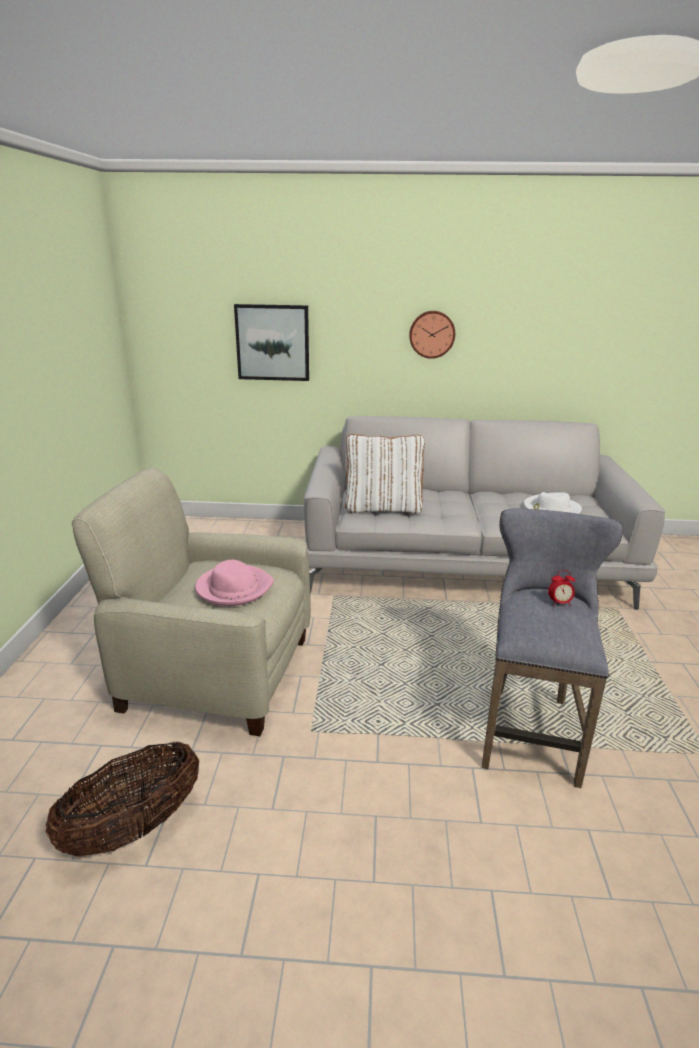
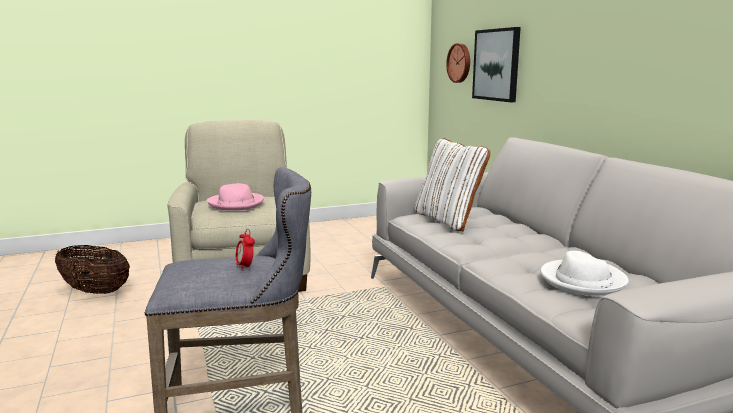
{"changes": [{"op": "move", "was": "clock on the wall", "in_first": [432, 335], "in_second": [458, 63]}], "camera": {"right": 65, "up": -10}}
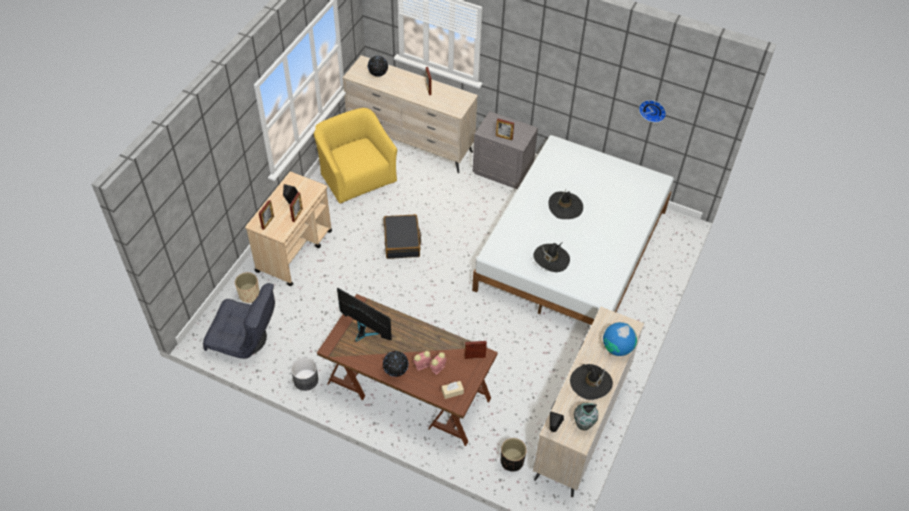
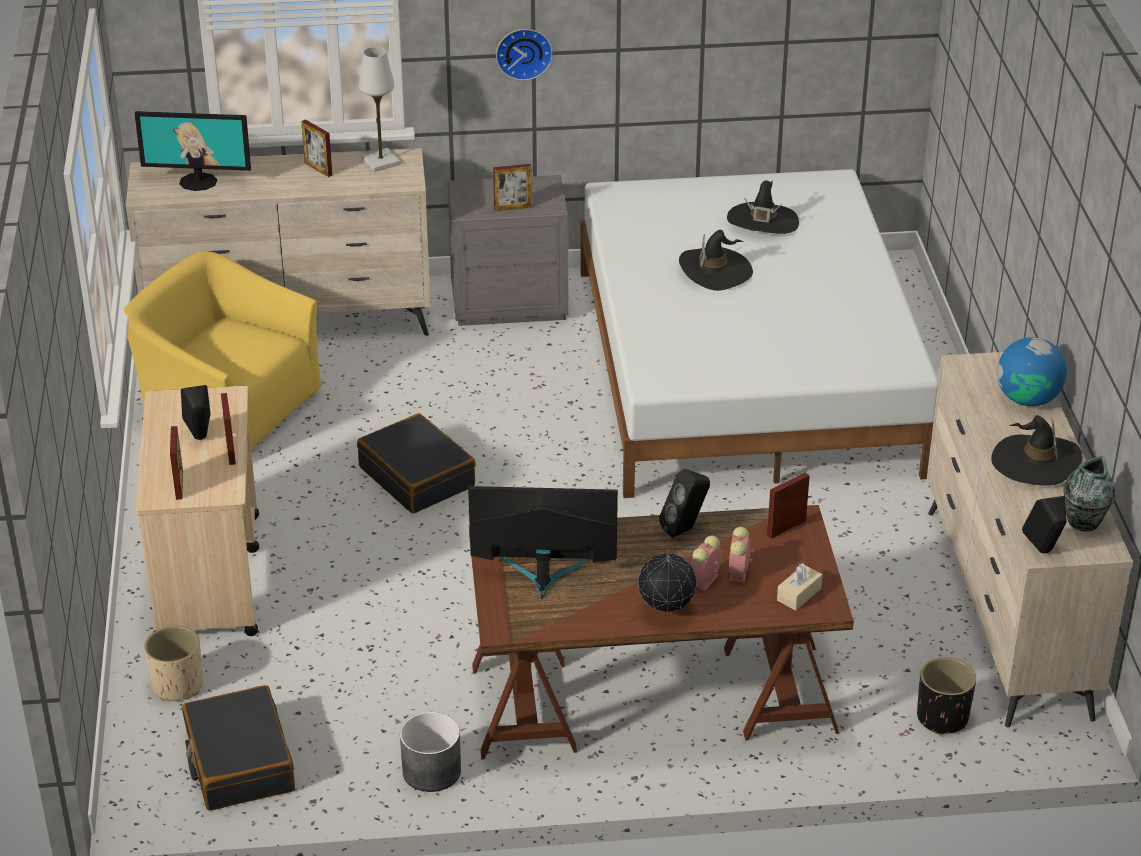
{"changes": [{"op": "replace", "was": "desk globe", "now": "monitor", "in_first": [378, 66], "in_second": [193, 151]}, {"op": "move", "was": "clock on the wall", "in_first": [652, 111], "in_second": [524, 55]}, {"op": "move", "was": "blackish clothing hat", "in_first": [551, 257], "in_second": [763, 207]}, {"op": "replace", "was": "greyish lounge chair", "now": "blackish suitcase", "in_first": [239, 321], "in_second": [238, 748]}, {"op": "insert", "now": "whitish tabletop lamp", "in_second": [380, 109]}, {"op": "insert", "now": "blackish audio speaker", "in_second": [684, 503]}], "camera": {"right": -30, "up": -15}}
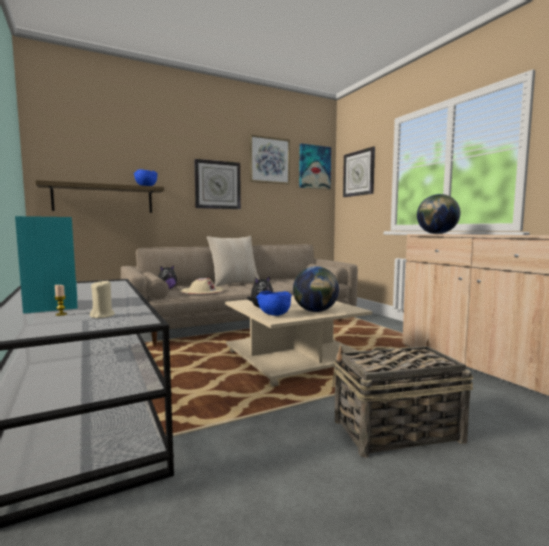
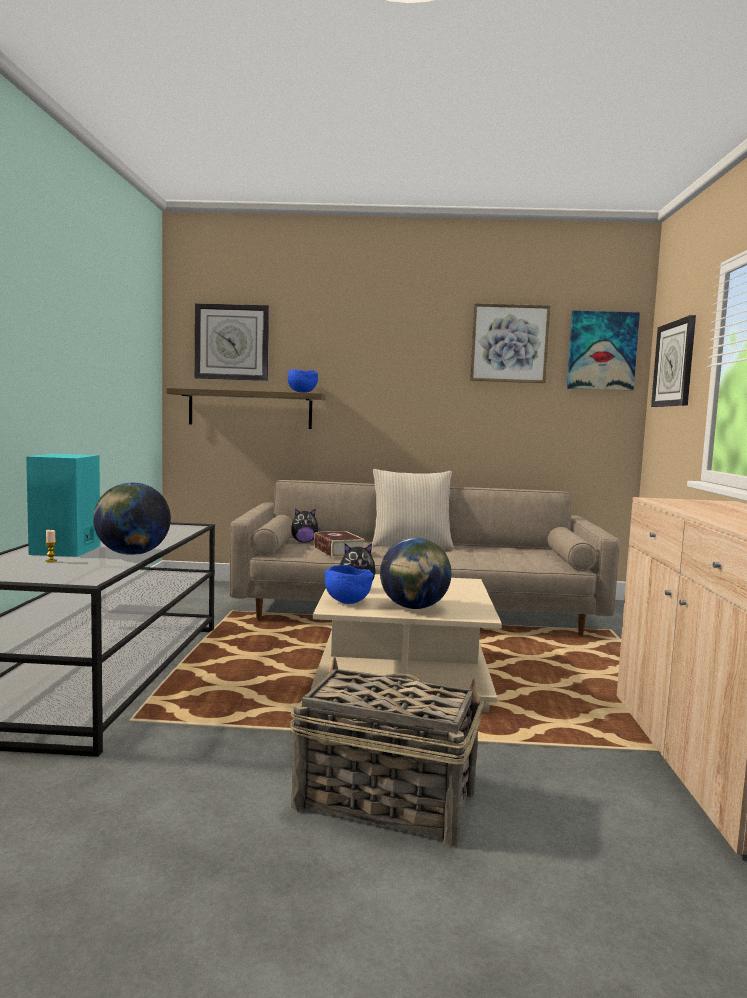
{"changes": [{"op": "move", "was": "clock on the wall", "in_first": [217, 184], "in_second": [232, 342]}, {"op": "move", "was": "desk globe", "in_first": [438, 214], "in_second": [132, 518]}, {"op": "replace", "was": "beige clothing hat", "now": "bound book", "in_first": [202, 286], "in_second": [339, 544]}, {"op": "delete", "was": "beige candle", "in_first": [102, 299]}], "camera": {"right": 30, "up": 0}}
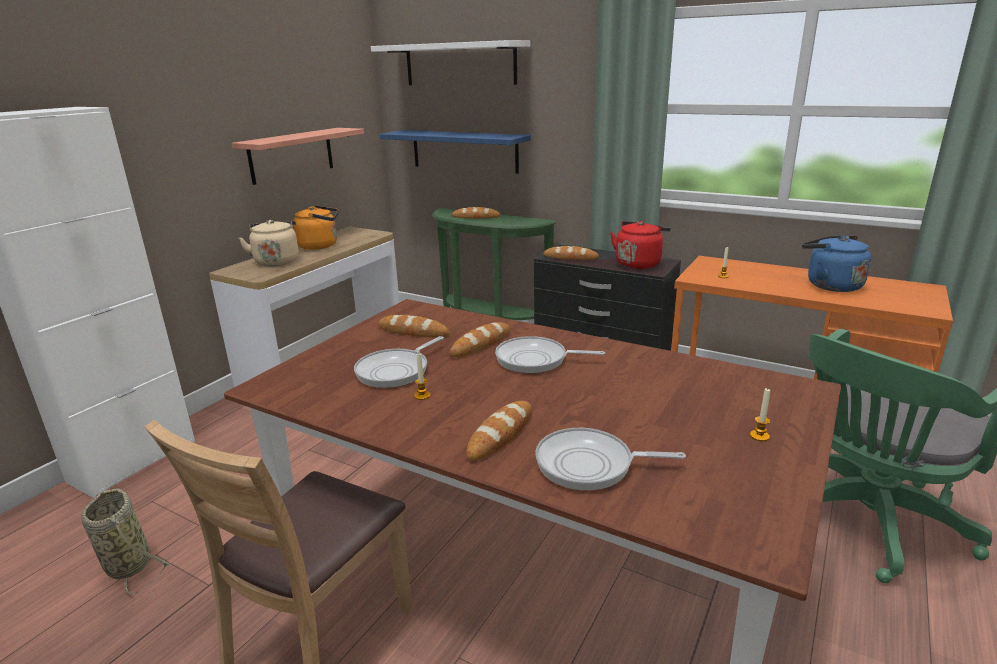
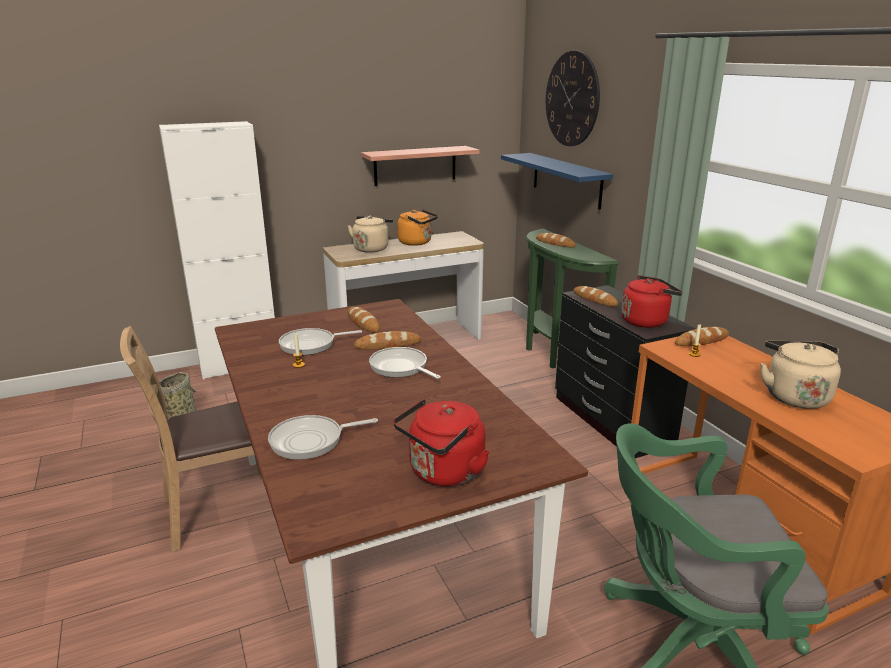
{"changes": [{"op": "replace", "was": "whitish wall shelf", "now": "clock on the wall", "in_first": [450, 62], "in_second": [573, 98]}, {"op": "recolor", "was": "bluish tea kettle", "now": "beige tea kettle", "in_first": [836, 264], "in_second": [800, 375]}, {"op": "replace", "was": "candle", "now": "red-coloured tea kettle", "in_first": [760, 414], "in_second": [441, 442]}, {"op": "move", "was": "bread", "in_first": [499, 430], "in_second": [702, 336]}, {"op": "rotate", "was": "pan", "in_first": [610, 459], "in_second": [323, 437], "clockwise": -60}], "camera": {"right": 35, "up": 0}}
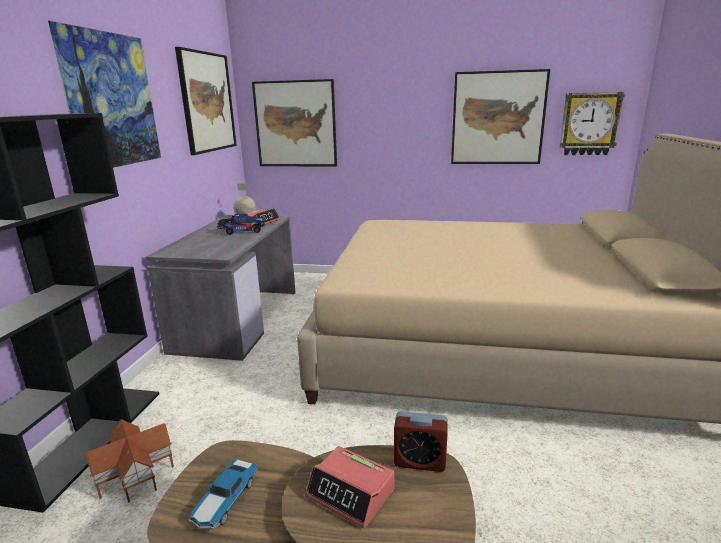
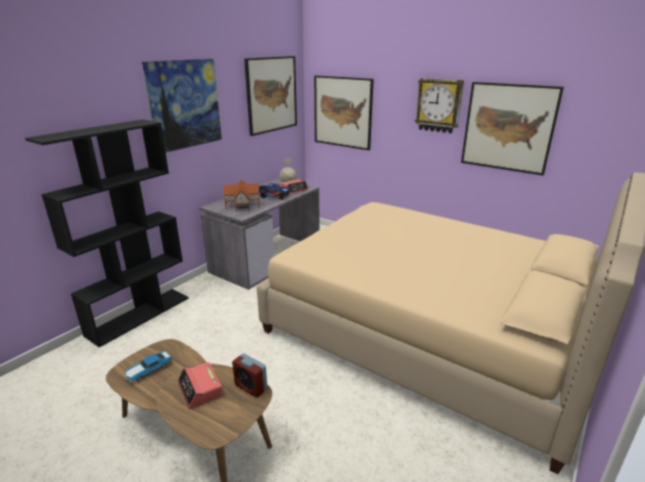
{"changes": [{"op": "move", "was": "clock on the wall", "in_first": [592, 123], "in_second": [439, 105]}, {"op": "move", "was": "miniature house", "in_first": [129, 461], "in_second": [241, 196]}], "camera": {"right": 25, "up": 5}}
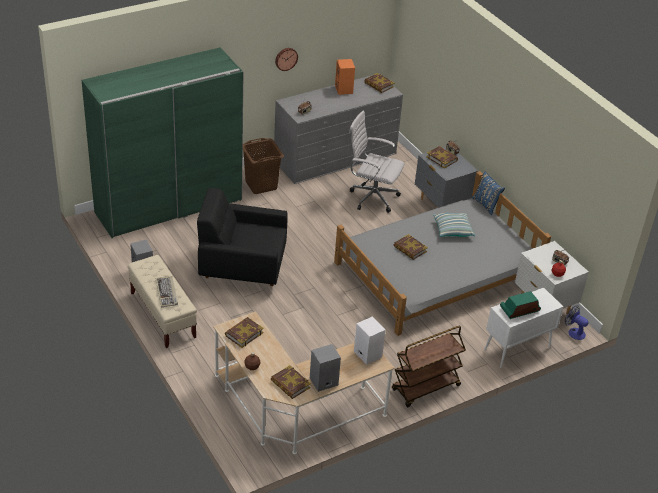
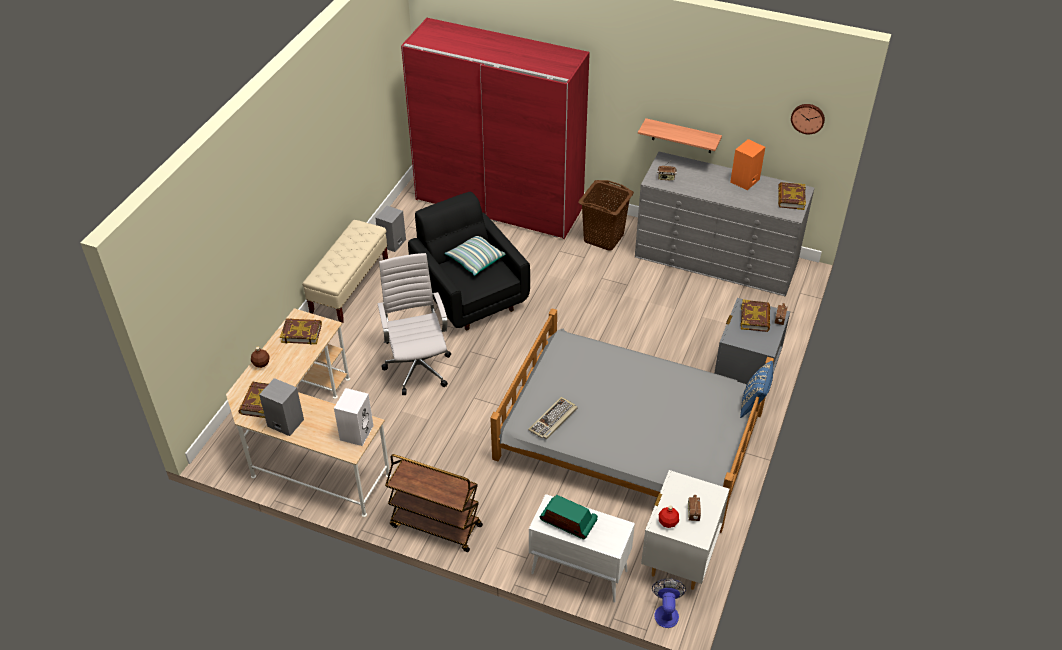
{"changes": [{"op": "recolor", "was": "green-coloured wardrobe", "now": "red-coloured wardrobe", "in_first": [162, 142], "in_second": [495, 128]}, {"op": "move", "was": "clock on the wall", "in_first": [286, 59], "in_second": [808, 119]}, {"op": "move", "was": "whitish computer chair", "in_first": [376, 162], "in_second": [414, 324]}, {"op": "move", "was": "cushion", "in_first": [454, 225], "in_second": [475, 256]}, {"op": "delete", "was": "bound book", "in_first": [411, 247]}, {"op": "move", "was": "computer keyboard", "in_first": [167, 291], "in_second": [552, 418]}, {"op": "insert", "now": "wall shelf", "in_second": [680, 135]}], "camera": {"right": 55, "up": 5}}
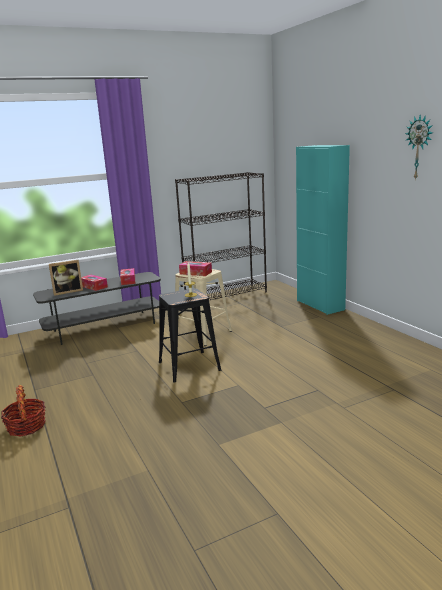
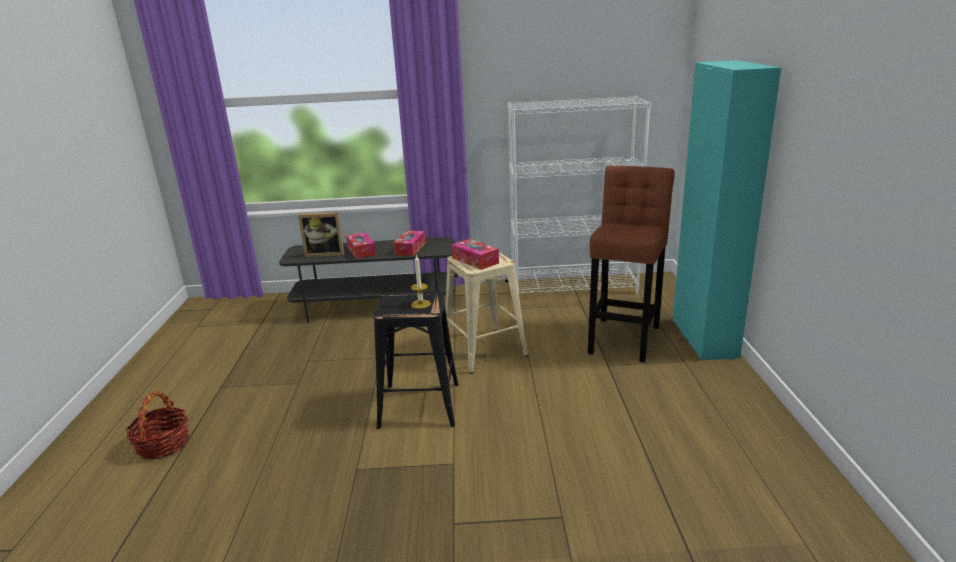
{"changes": [{"op": "delete", "was": "clock on the wall", "in_first": [419, 147]}, {"op": "recolor", "was": "blackish bookshelf", "now": "whitish bookshelf", "in_first": [221, 236], "in_second": [579, 194]}, {"op": "insert", "now": "brownish stool seat", "in_second": [631, 264]}], "camera": {"right": 25, "up": 5}}
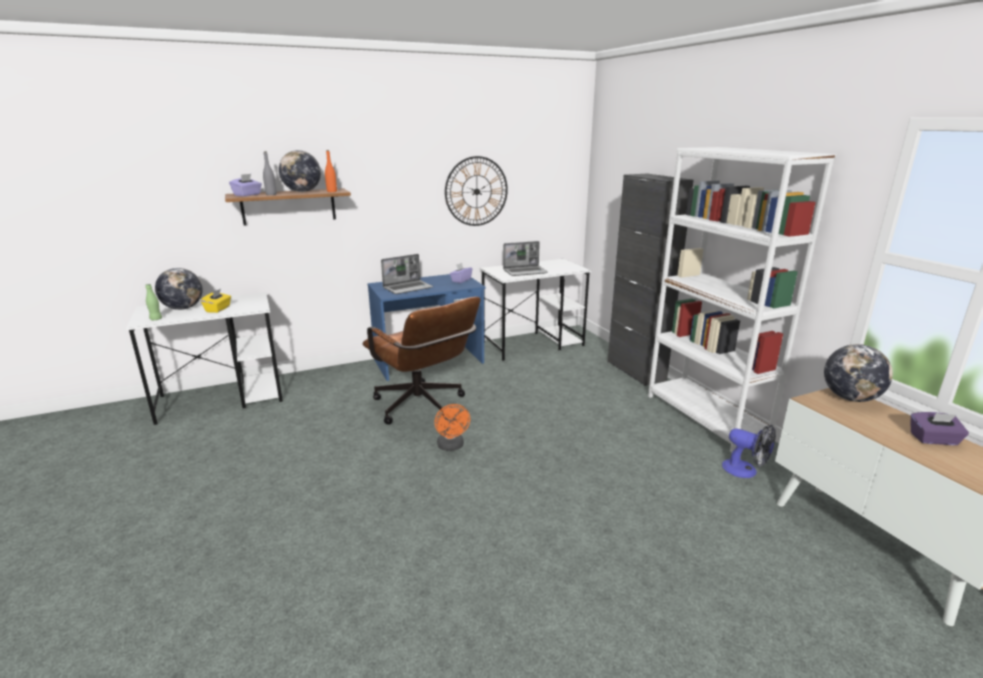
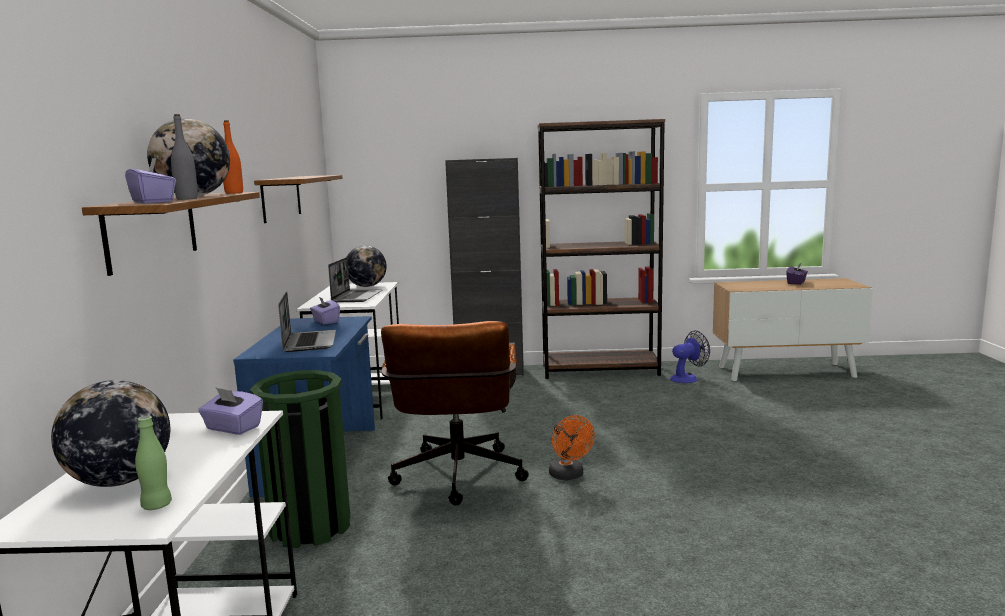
{"changes": [{"op": "recolor", "was": "whitish bookshelf", "now": "brownish bookshelf", "in_first": [742, 299], "in_second": [601, 249]}, {"op": "replace", "was": "clock on the wall", "now": "wall shelf", "in_first": [476, 191], "in_second": [298, 199]}, {"op": "delete", "was": "yellowish tissue box", "in_first": [216, 301]}, {"op": "rotate", "was": "brownish computer chair", "in_first": [421, 361], "in_second": [455, 413], "clockwise": 105}, {"op": "move", "was": "desk globe", "in_first": [858, 373], "in_second": [367, 266]}, {"op": "rotate", "was": "orangey cooling fan", "in_first": [452, 427], "in_second": [572, 447], "clockwise": 60}, {"op": "insert", "now": "green-coloured rubbish bin", "in_second": [300, 459]}, {"op": "insert", "now": "purple tissue box", "in_second": [230, 411]}], "camera": {"right": -65, "up": -10}}
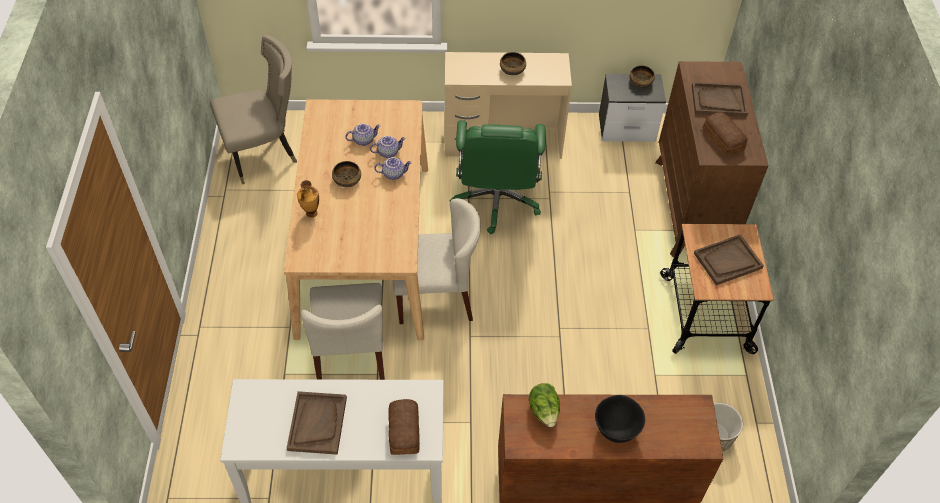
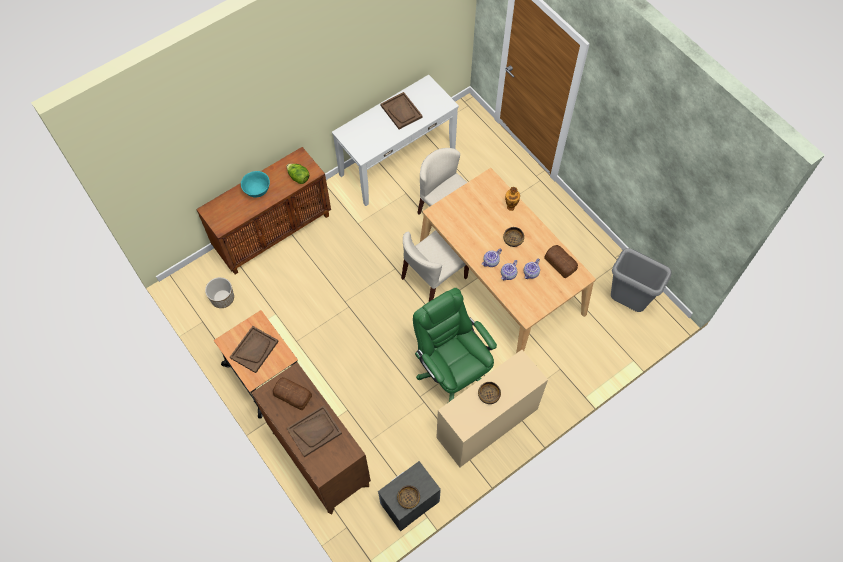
{"changes": [{"op": "replace", "was": "beige plain chair", "now": "greyish rubbish bin", "in_first": [253, 109], "in_second": [641, 280]}, {"op": "recolor", "was": "blackish bowl", "now": "turquoise-coloured bowl", "in_first": [620, 419], "in_second": [255, 184]}, {"op": "move", "was": "bread", "in_first": [404, 427], "in_second": [561, 261]}], "camera": {"right": 145, "up": 10}}
